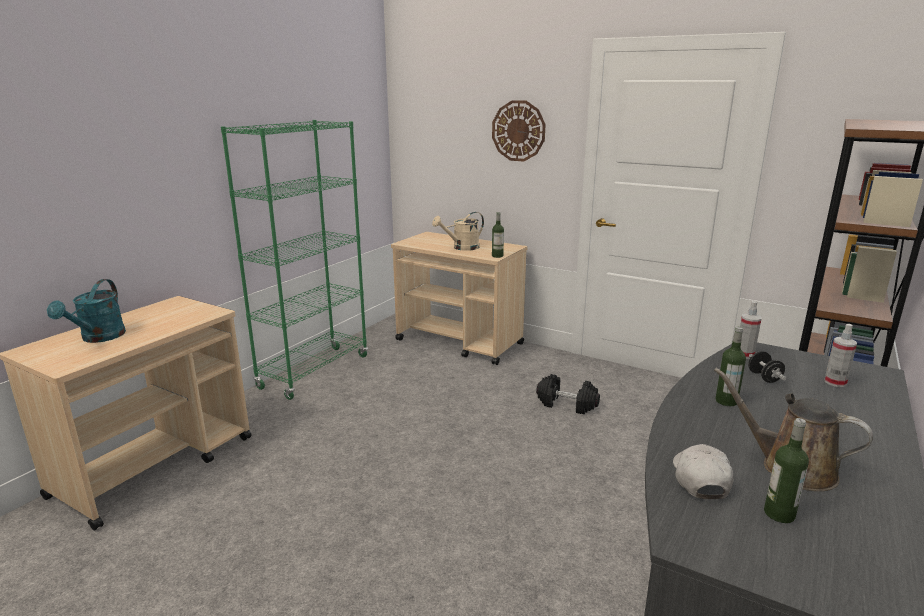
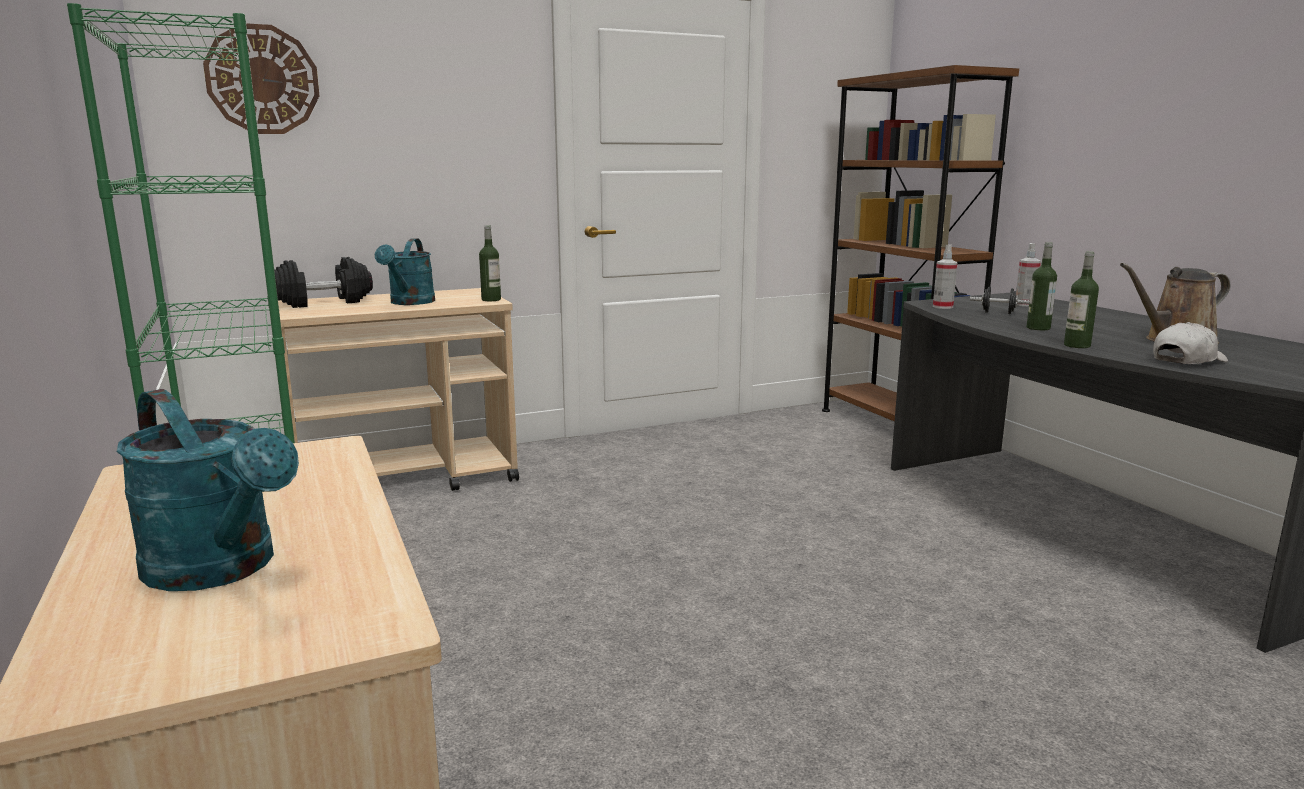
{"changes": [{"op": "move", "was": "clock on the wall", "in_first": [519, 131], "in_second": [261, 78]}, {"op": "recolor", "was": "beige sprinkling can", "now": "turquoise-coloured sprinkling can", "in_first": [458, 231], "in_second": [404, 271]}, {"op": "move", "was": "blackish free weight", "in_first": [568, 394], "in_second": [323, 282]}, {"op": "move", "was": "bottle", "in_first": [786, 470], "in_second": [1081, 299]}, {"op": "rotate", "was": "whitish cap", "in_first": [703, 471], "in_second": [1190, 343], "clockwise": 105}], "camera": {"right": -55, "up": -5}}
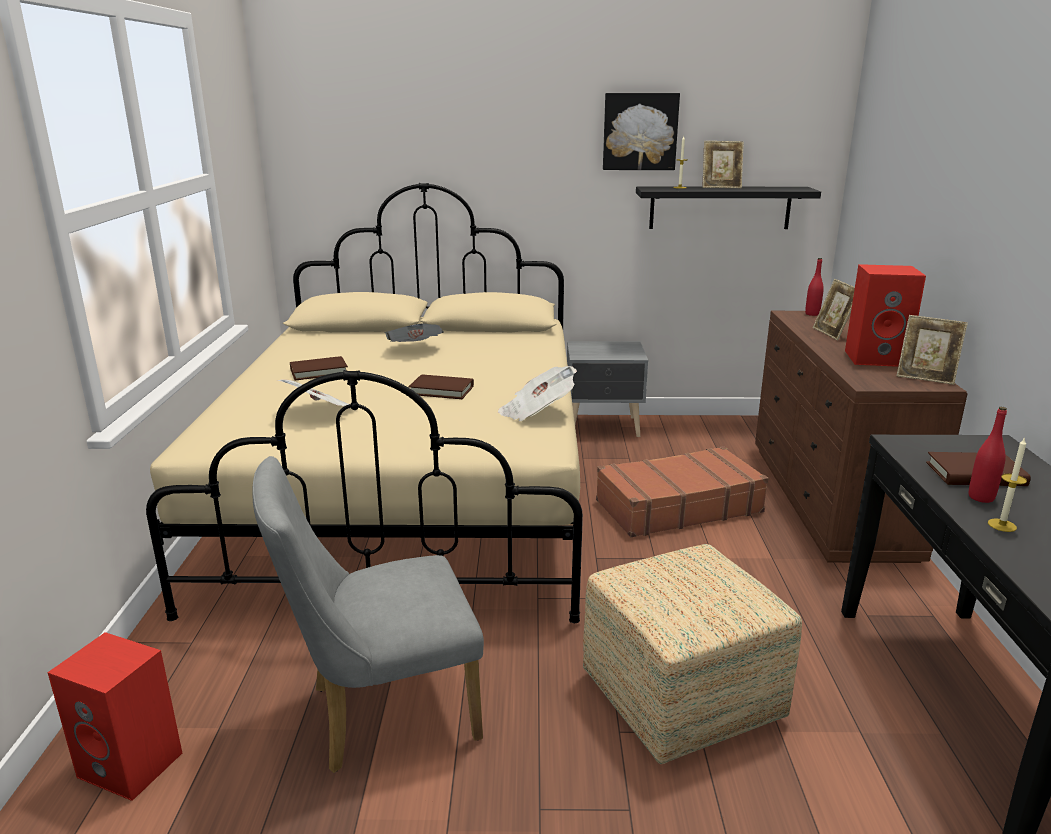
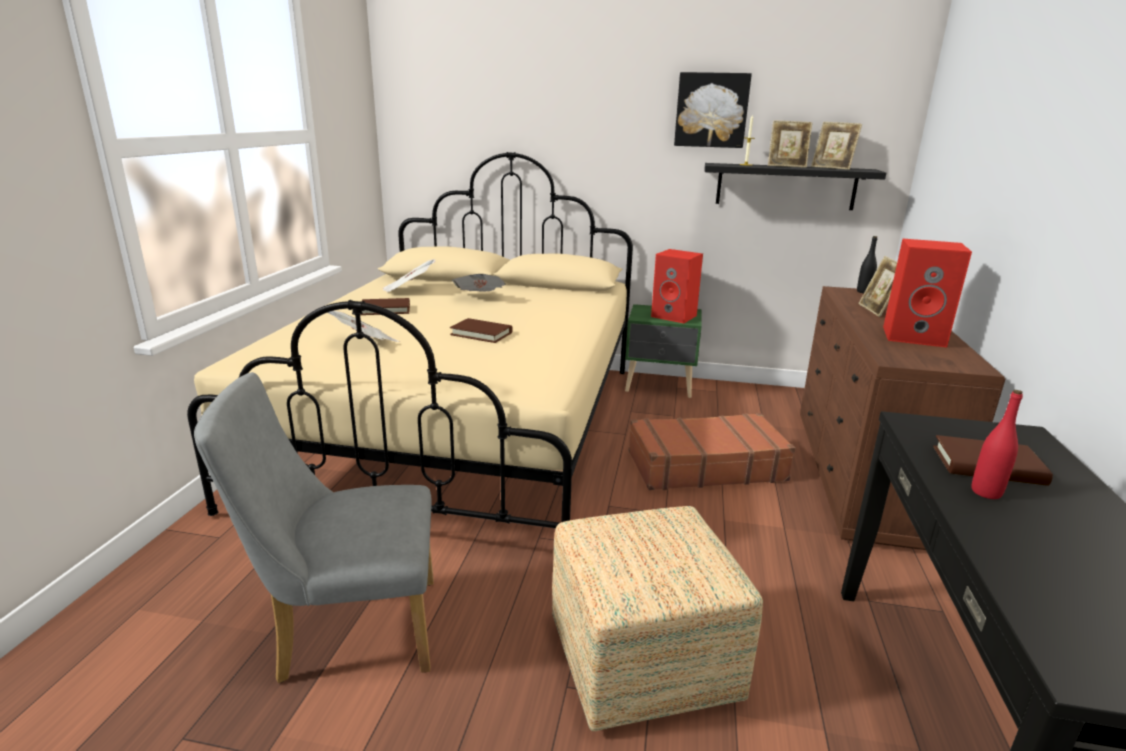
{"changes": [{"op": "recolor", "was": "red-coloured bottle", "now": "blackish bottle", "in_first": [814, 287], "in_second": [867, 264]}, {"op": "move", "was": "picture frame", "in_first": [932, 350], "in_second": [836, 146]}, {"op": "recolor", "was": "greyish night table", "now": "green-coloured night table", "in_first": [607, 389], "in_second": [663, 351]}, {"op": "move", "was": "printed paper", "in_first": [537, 393], "in_second": [409, 276]}, {"op": "delete", "was": "candle", "in_first": [1007, 484]}, {"op": "move", "was": "red-coloured audio speaker", "in_first": [114, 716], "in_second": [677, 286]}], "camera": {"right": 10, "up": 0}}
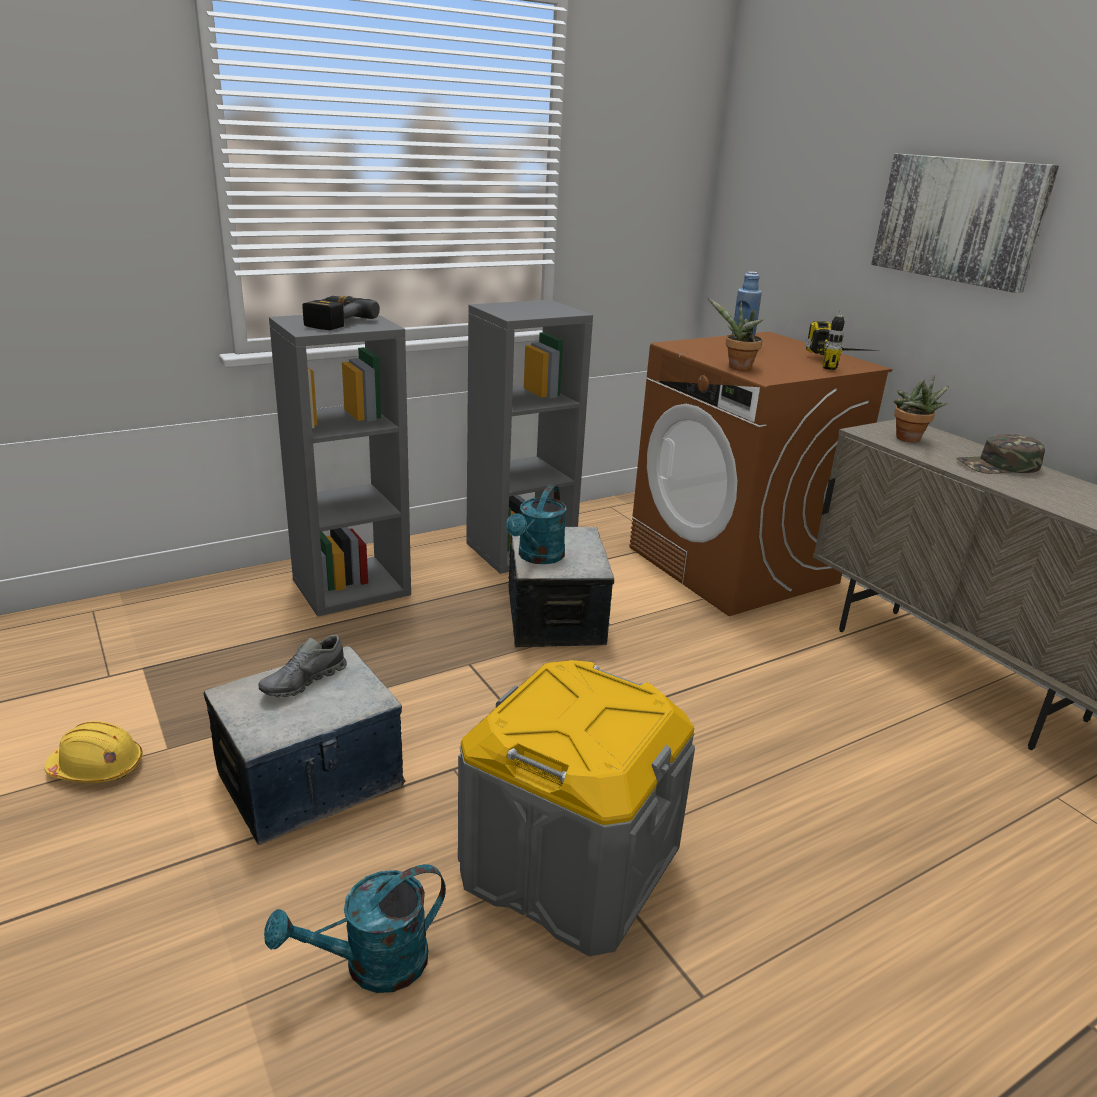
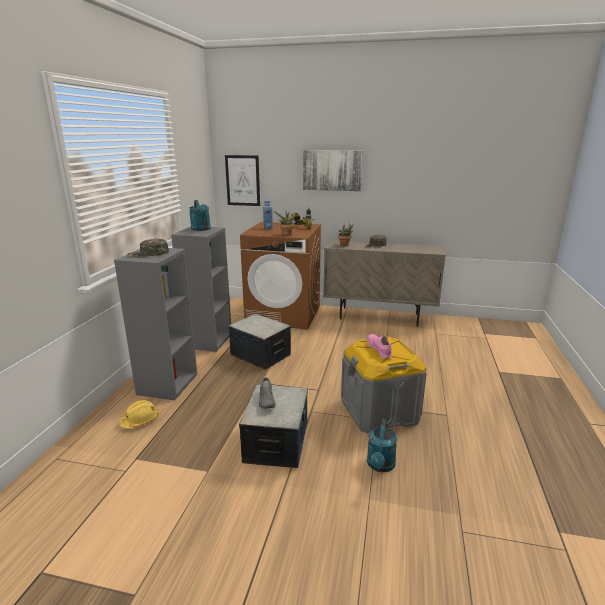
{"changes": [{"op": "replace", "was": "drill", "now": "green-coloured cap", "in_first": [341, 313], "in_second": [148, 248]}, {"op": "move", "was": "turquoise-coloured sprinkling can", "in_first": [536, 524], "in_second": [200, 215]}, {"op": "move", "was": "yellowish work helmet", "in_first": [93, 752], "in_second": [139, 414]}, {"op": "insert", "now": "wall picture", "in_second": [242, 180]}, {"op": "insert", "now": "pinkish low shoe", "in_second": [380, 346]}], "camera": {"right": -45, "up": -5}}
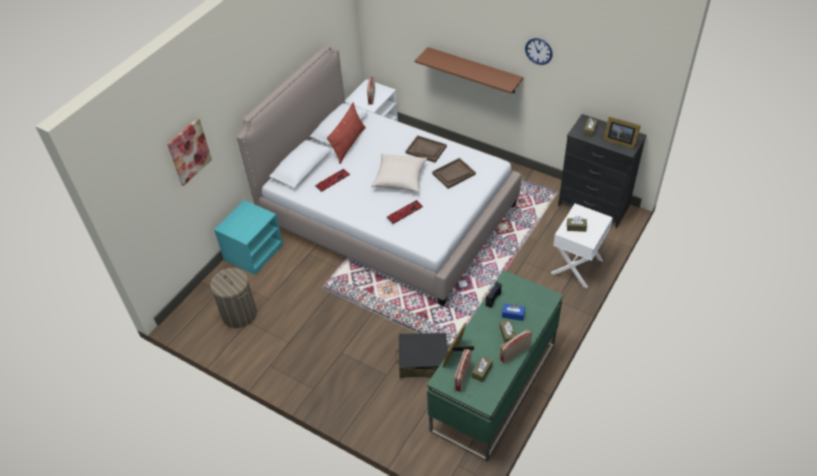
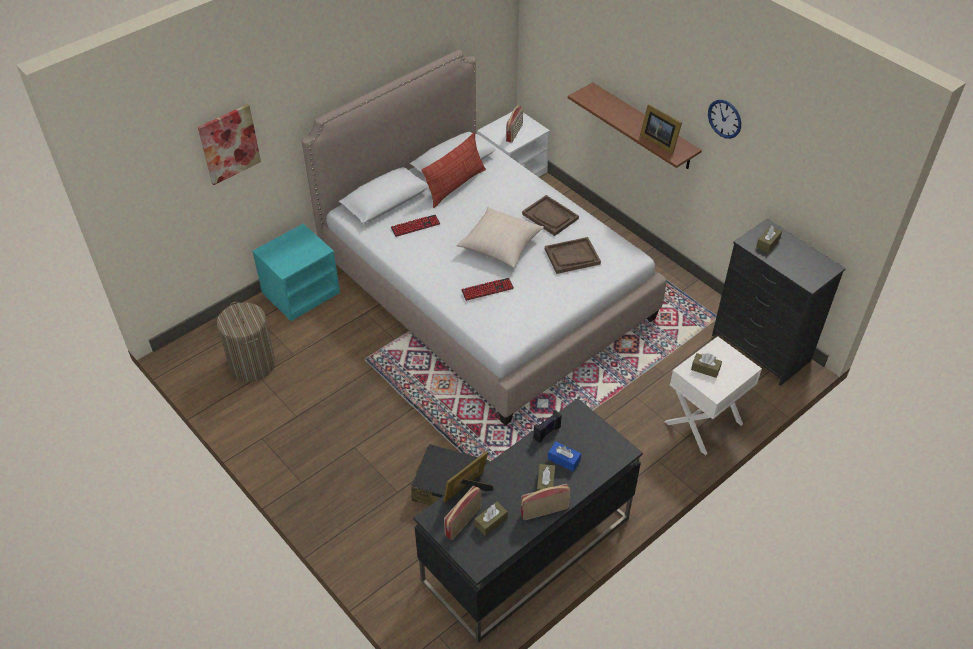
{"changes": [{"op": "move", "was": "picture frame", "in_first": [622, 132], "in_second": [661, 129]}, {"op": "recolor", "was": "green-coloured desk table", "now": "blackish desk table", "in_first": [495, 366], "in_second": [528, 520]}], "camera": {"right": 15, "up": 0}}
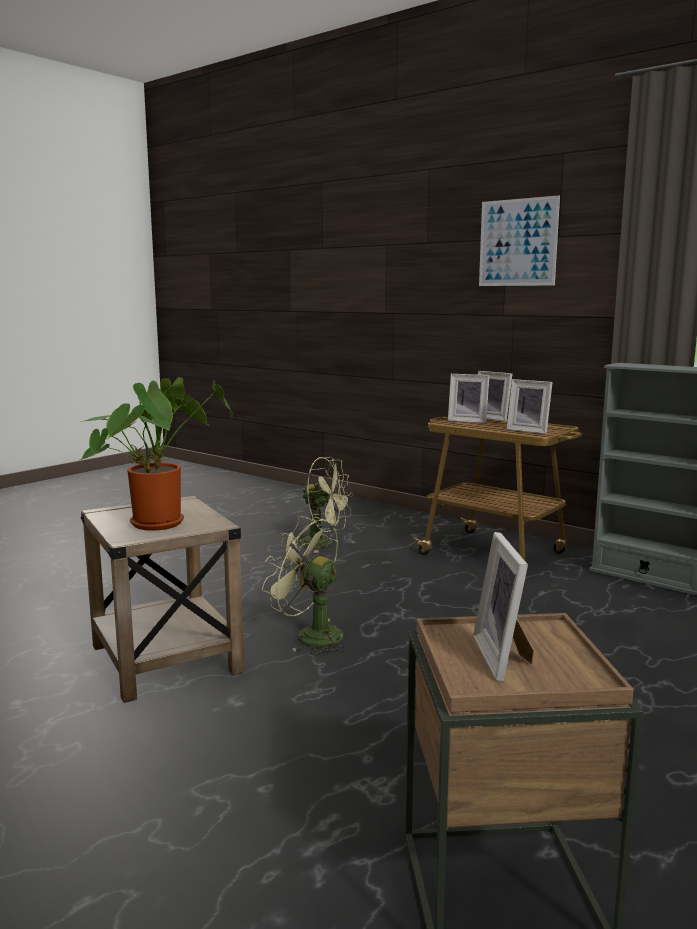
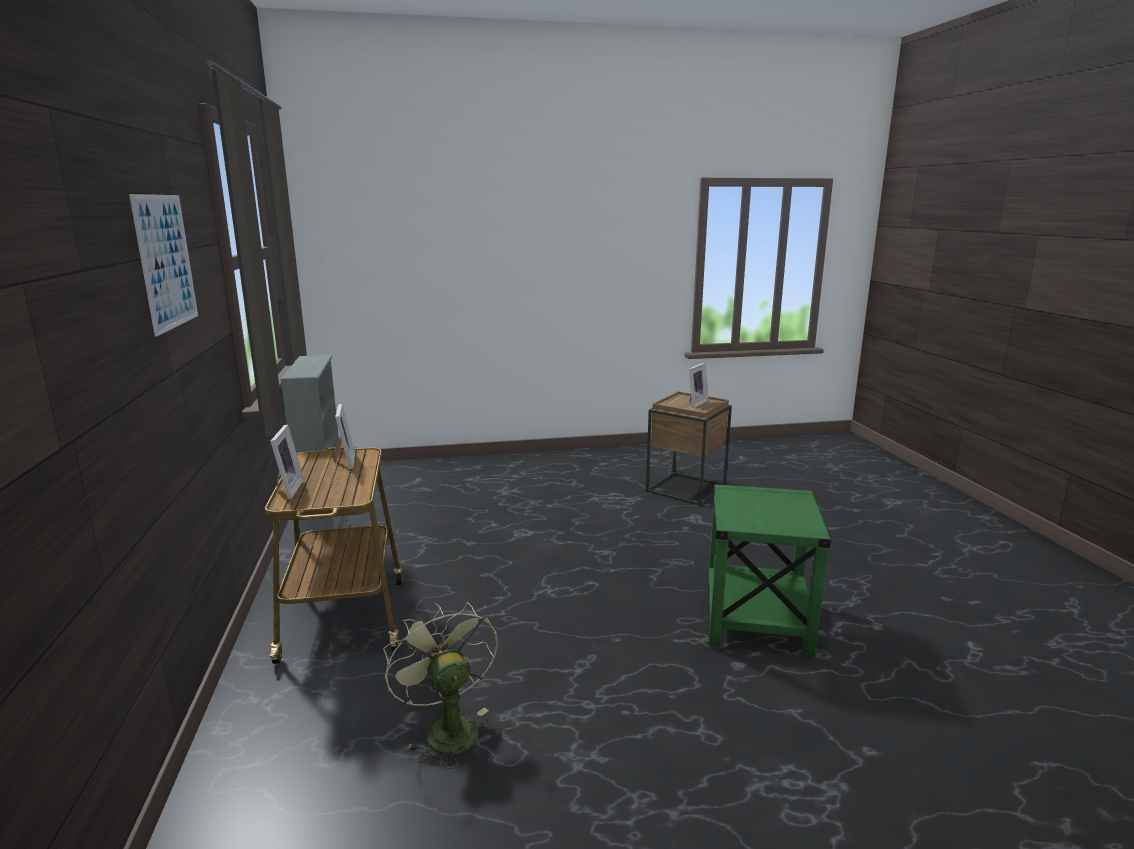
{"changes": [{"op": "delete", "was": "picture frame", "in_first": [469, 398]}, {"op": "delete", "was": "houseplant", "in_first": [156, 454]}, {"op": "recolor", "was": "beige accent table", "now": "green-coloured accent table", "in_first": [162, 599], "in_second": [769, 571]}, {"op": "delete", "was": "green-coloured cooling fan", "in_first": [304, 585]}], "camera": {"right": -140, "up": 5}}
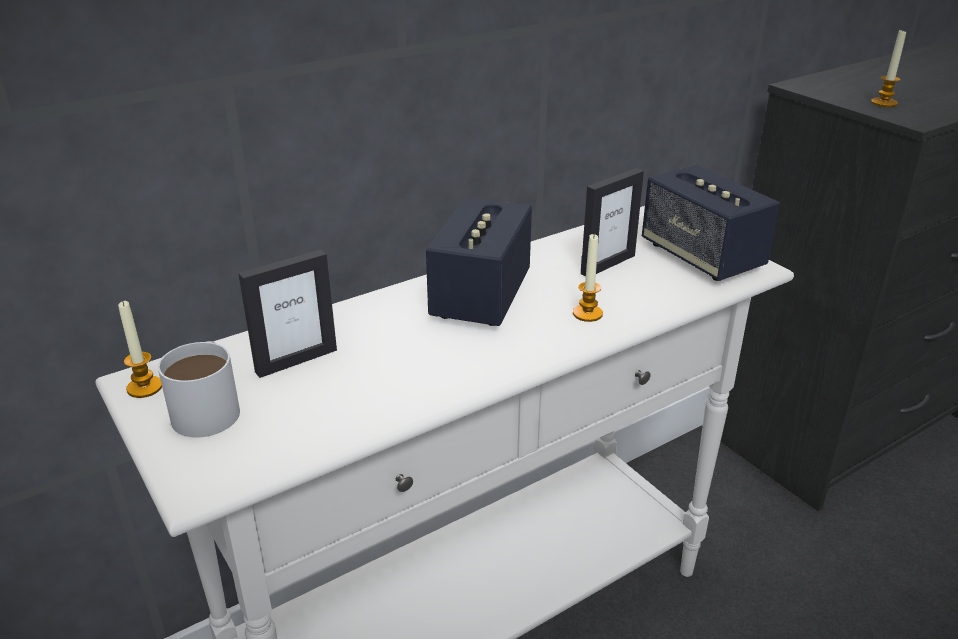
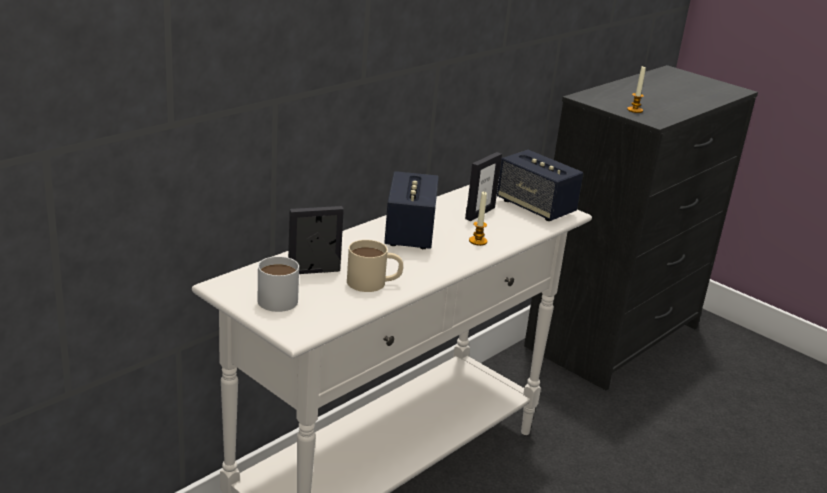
{"changes": [{"op": "rotate", "was": "picture frame", "in_first": [287, 314], "in_second": [316, 240], "clockwise": -150}, {"op": "delete", "was": "candle", "in_first": [140, 349]}, {"op": "insert", "now": "beige tea mug", "in_second": [375, 266]}], "camera": {"right": -15, "up": -5}}
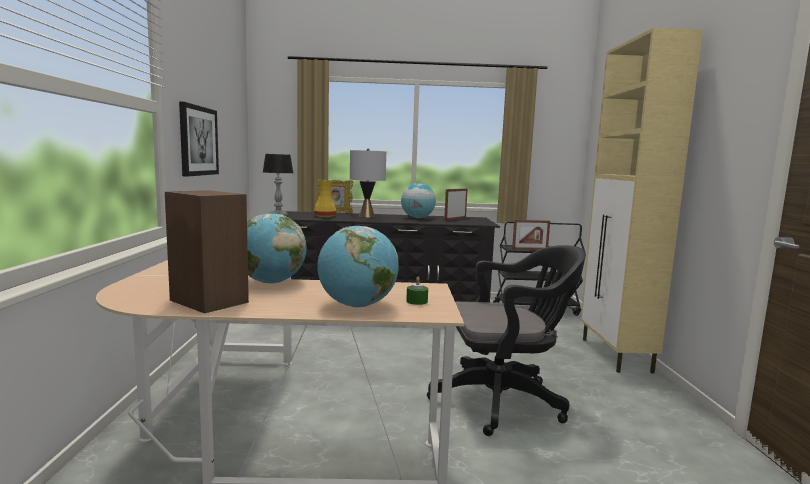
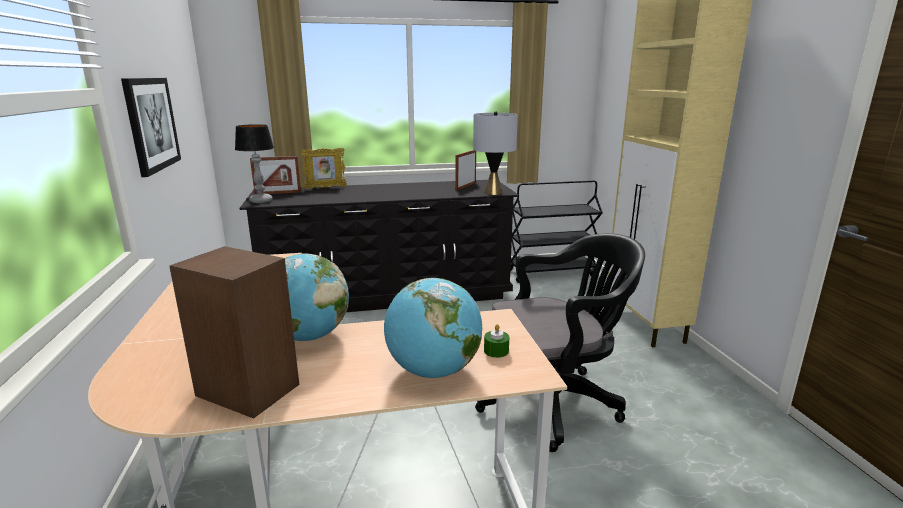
{"changes": [{"op": "move", "was": "greyish tabletop lamp", "in_first": [368, 183], "in_second": [495, 153]}, {"op": "delete", "was": "yellowish decorative vase", "in_first": [325, 199]}, {"op": "delete", "was": "desk globe", "in_first": [418, 200]}, {"op": "move", "was": "picture frame", "in_first": [531, 235], "in_second": [275, 175]}], "camera": {"right": -10, "up": 10}}
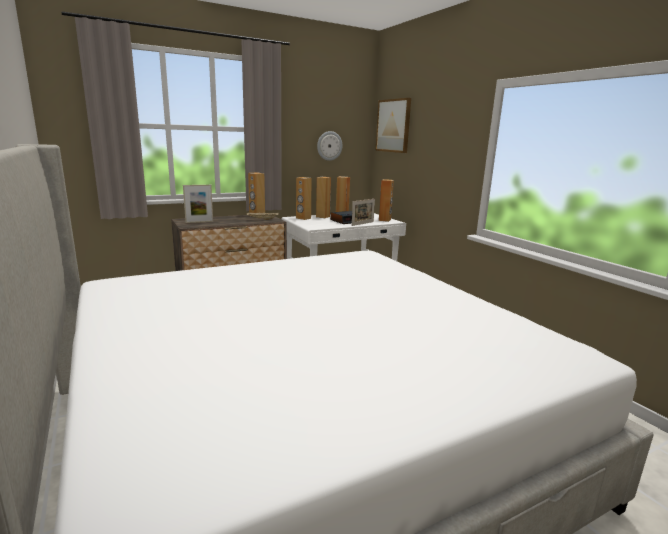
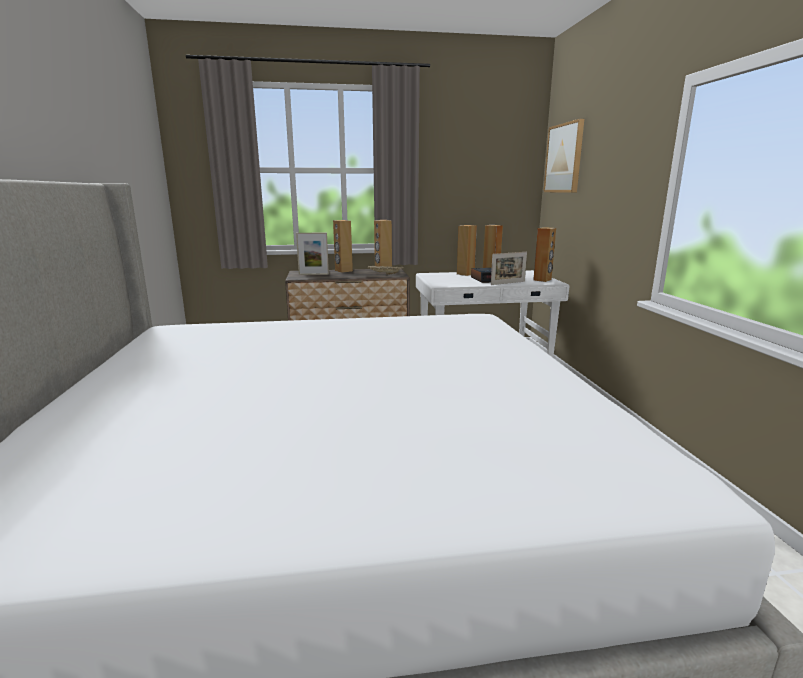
{"changes": [{"op": "delete", "was": "clock on the wall", "in_first": [330, 146]}, {"op": "move", "was": "brownish audio speaker", "in_first": [303, 198], "in_second": [343, 246]}], "camera": {"right": 20, "up": 0}}
